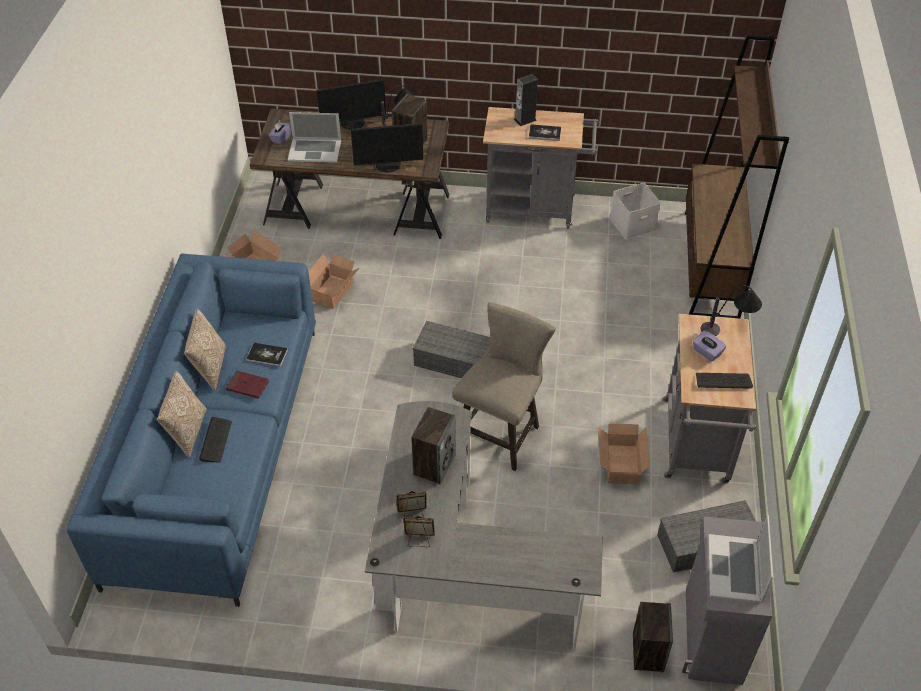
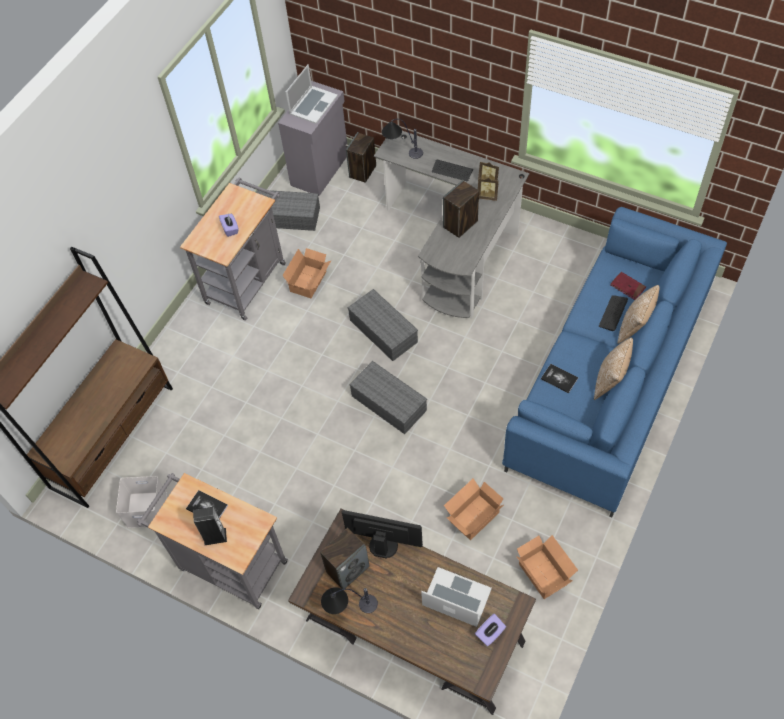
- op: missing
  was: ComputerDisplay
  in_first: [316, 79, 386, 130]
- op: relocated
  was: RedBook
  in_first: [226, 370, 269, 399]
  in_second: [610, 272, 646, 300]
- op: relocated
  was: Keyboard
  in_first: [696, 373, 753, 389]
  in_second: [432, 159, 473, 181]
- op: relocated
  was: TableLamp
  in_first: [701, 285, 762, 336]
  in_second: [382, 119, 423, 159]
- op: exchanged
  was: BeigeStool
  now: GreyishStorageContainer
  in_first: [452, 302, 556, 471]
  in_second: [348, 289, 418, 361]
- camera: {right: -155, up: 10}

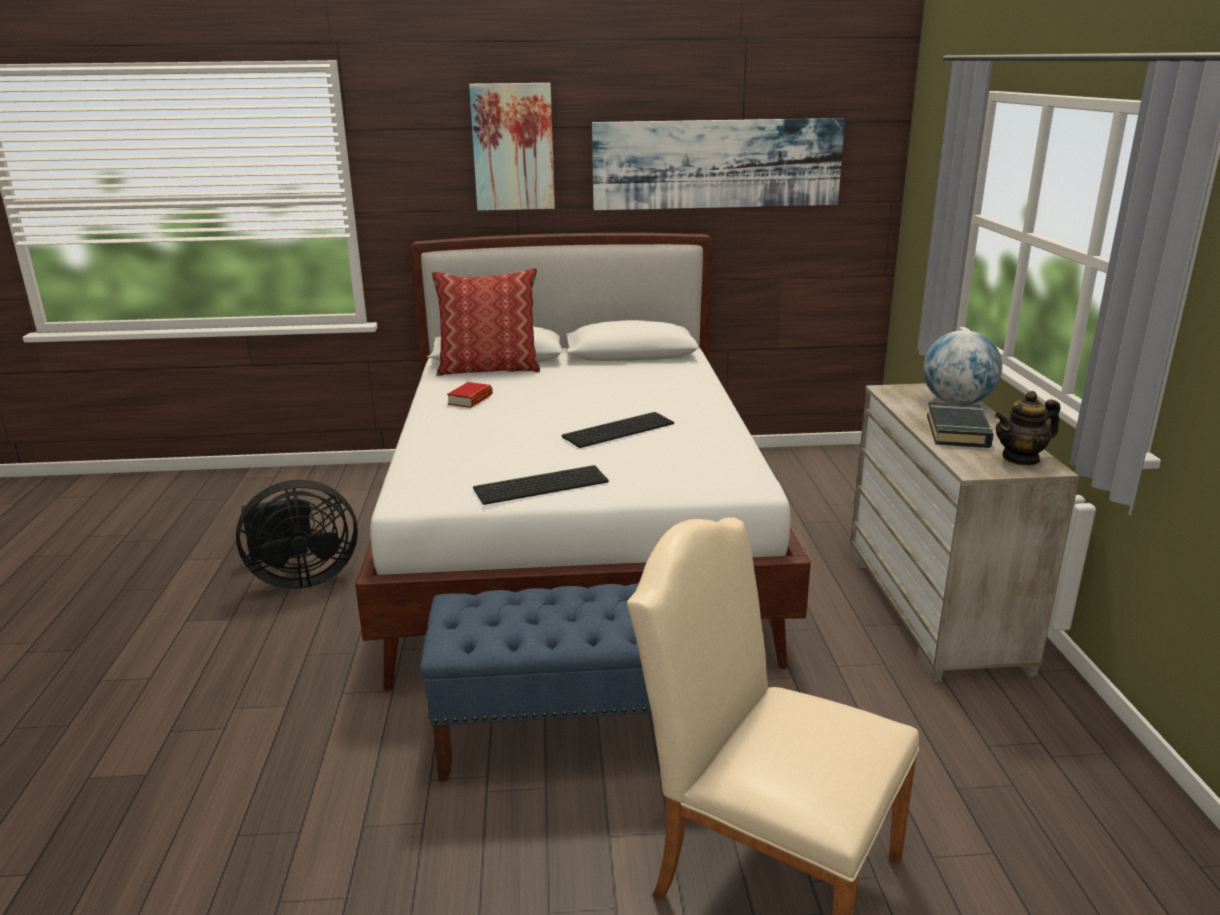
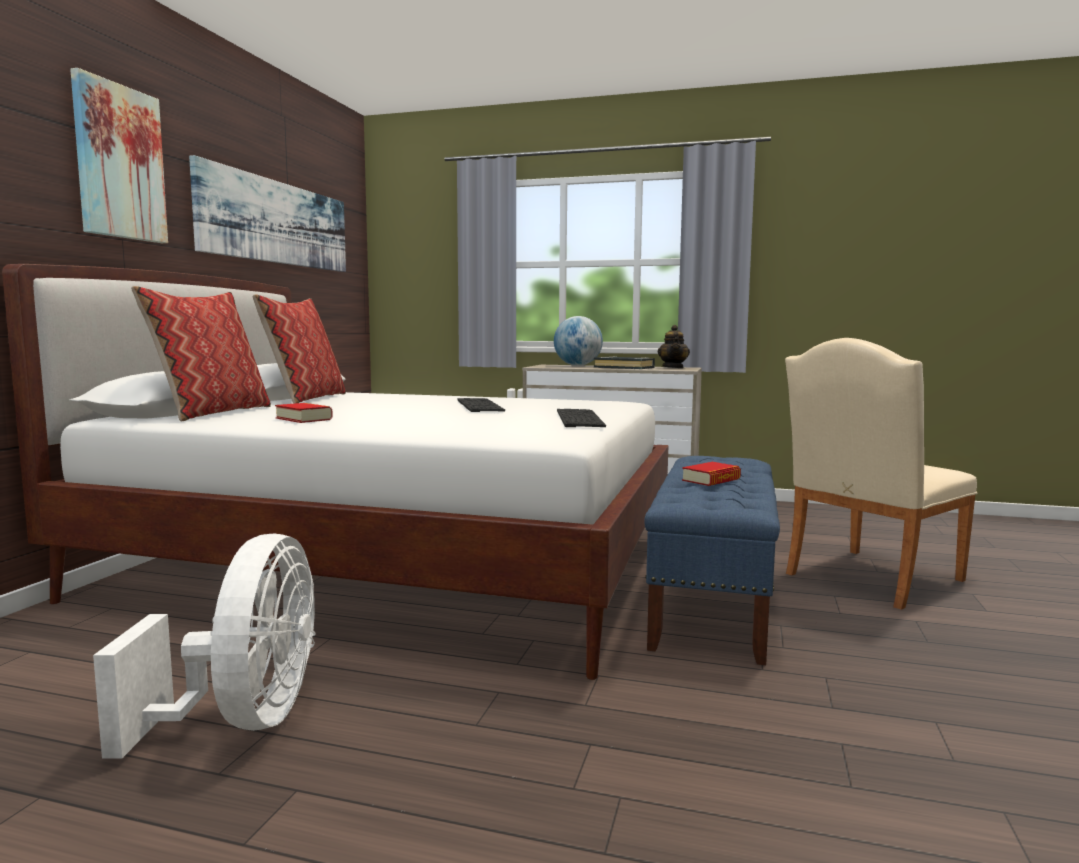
- op: appeared
  now: ThrowPillow
  in_second: [253, 295, 346, 404]
- op: appeared
  now: Book
  in_second: [682, 462, 741, 486]
- op: colour
  was: BlackElectricFan
  now: WhiteColouredElectricFan
  in_first: [236, 480, 358, 589]
  in_second: [93, 534, 316, 759]
- camera: {right: -70, up: -15}

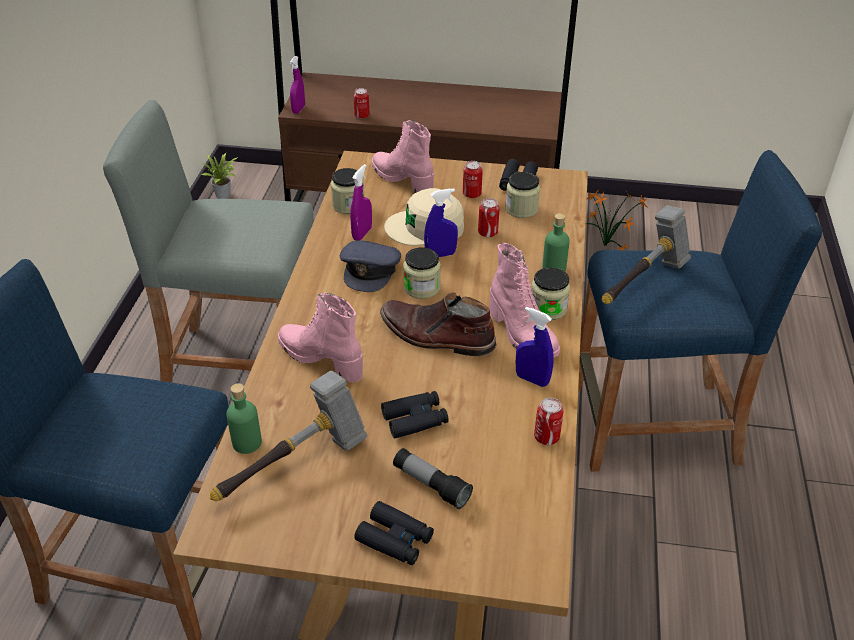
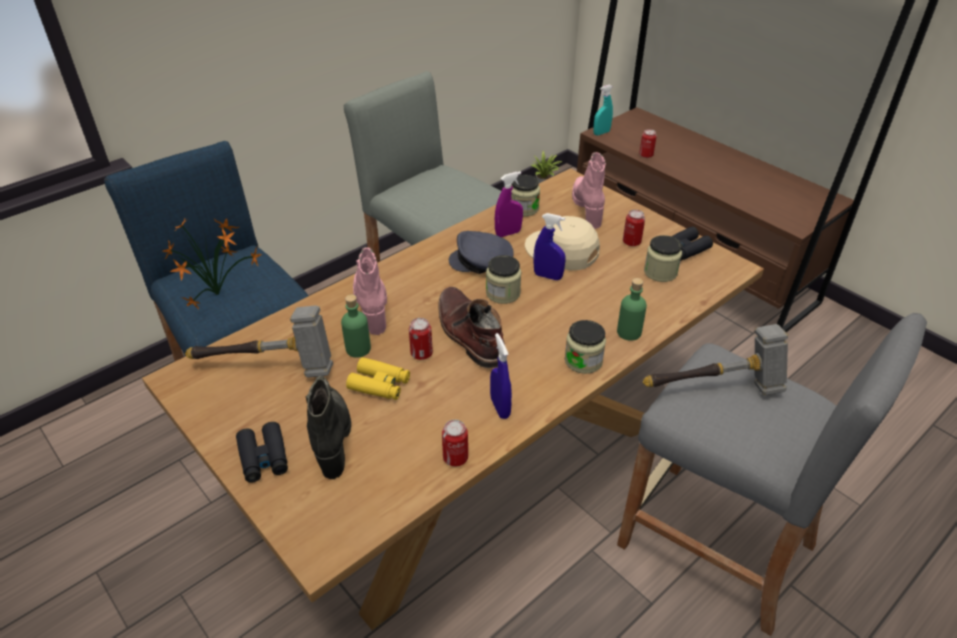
- op: missing
  was: PinkHighTopBoot
  in_first: [490, 243, 560, 357]
- op: relocated
  was: GreenDrinkBottle
  in_first: [226, 383, 262, 454]
  in_second: [341, 294, 371, 358]
- op: relocated
  was: MetalCan
  in_first: [478, 198, 500, 237]
  in_second: [409, 318, 433, 360]
- op: relocated
  was: PlantInAPot
  in_first: [586, 189, 647, 250]
  in_second: [163, 218, 262, 310]
- op: exchanged
  was: HandTorch
  now: BlackHighTopBoot
  in_first: [393, 448, 473, 509]
  in_second: [306, 376, 351, 479]
- op: colour
  was: PurpleColouredSprayer
  now: TurquoiseColouredSprayer
  in_first: [289, 56, 305, 114]
  in_second: [593, 85, 613, 135]
- op: colour
  was: BlackBinoculars
  now: YellowishBinoculars
  in_first: [381, 391, 449, 438]
  in_second: [346, 357, 410, 400]
- op: colour
  was: BluishStool
  now: GreyishStool
  in_first: [578, 150, 823, 472]
  in_second: [617, 313, 927, 636]
- op: spun
  was: GreyishCap
  in_first: [340, 240, 401, 292]
  in_second: [449, 231, 514, 274]
  clockwise: 45
- camera: {right: 40, up: 0}

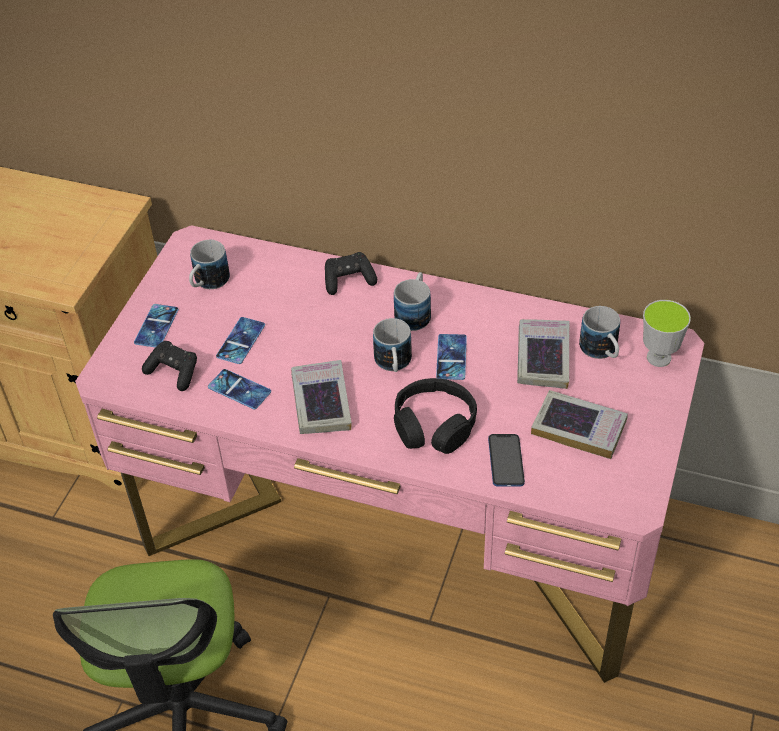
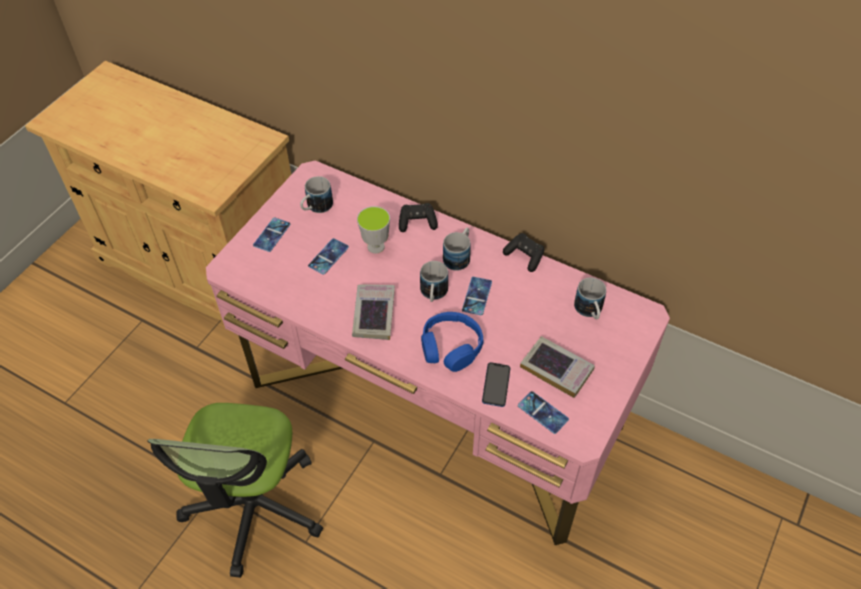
- op: missing
  was: Book
  in_first: [517, 319, 570, 389]
- op: relocated
  was: BlackJoypad
  in_first: [142, 341, 197, 391]
  in_second: [503, 233, 544, 272]
- op: relocated
  was: Handset
  in_first: [208, 369, 271, 409]
  in_second: [518, 391, 569, 434]
- op: relocated
  was: DrinkingCup
  in_first: [643, 300, 691, 367]
  in_second: [357, 206, 390, 254]
- op: colour
  was: BlackHeadset
  now: BluishHeadset
  in_first: [394, 378, 477, 454]
  in_second: [421, 312, 483, 372]
- camera: {right: 10, up: 5}

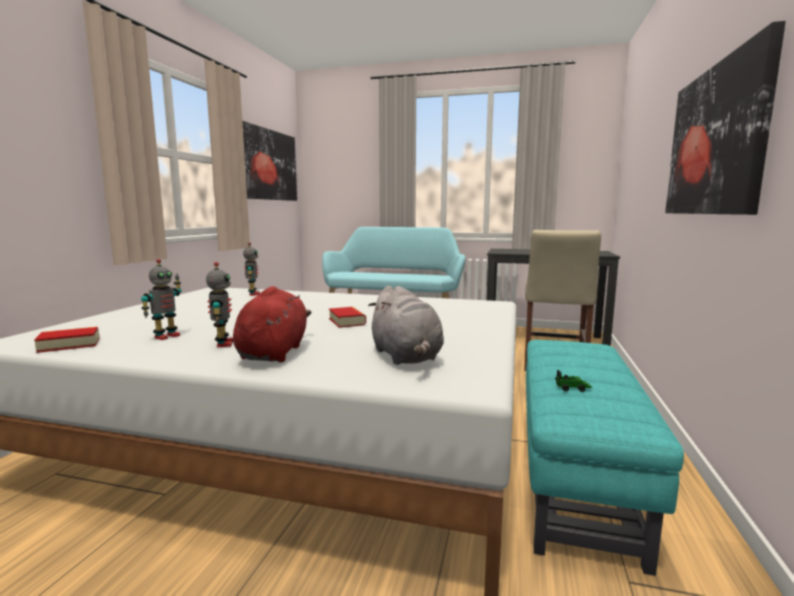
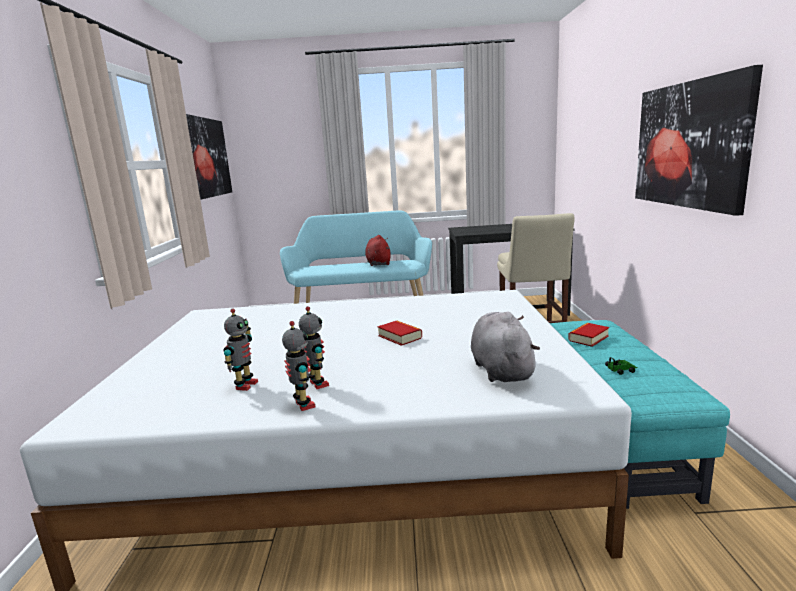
- op: relocated
  was: Book
  in_first: [34, 327, 99, 353]
  in_second: [568, 323, 609, 347]
- op: relocated
  was: RedSoftToy
  in_first: [233, 286, 311, 362]
  in_second: [365, 235, 391, 266]
- op: relocated
  was: ToyRobot
  in_first: [243, 242, 259, 296]
  in_second: [282, 321, 315, 411]
- op: spun
  was: GreyishSoftToy
  in_first: [368, 286, 444, 365]
  in_second: [471, 312, 540, 382]
  clockwise: -150
- camera: {right: -15, up: 5}

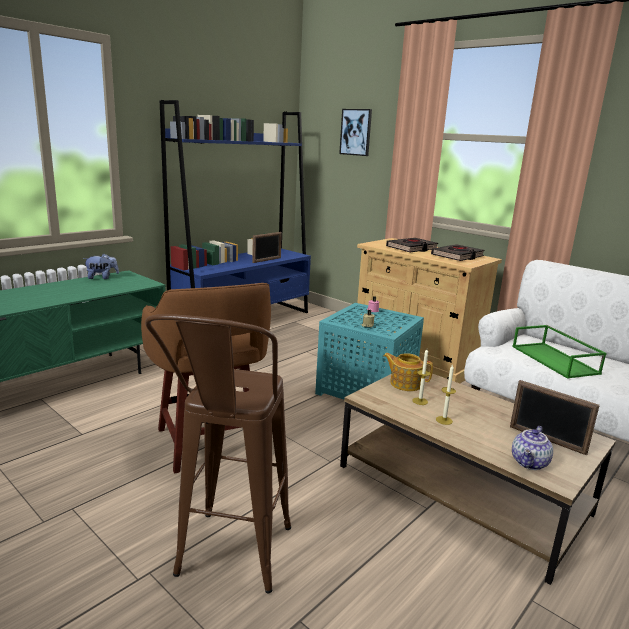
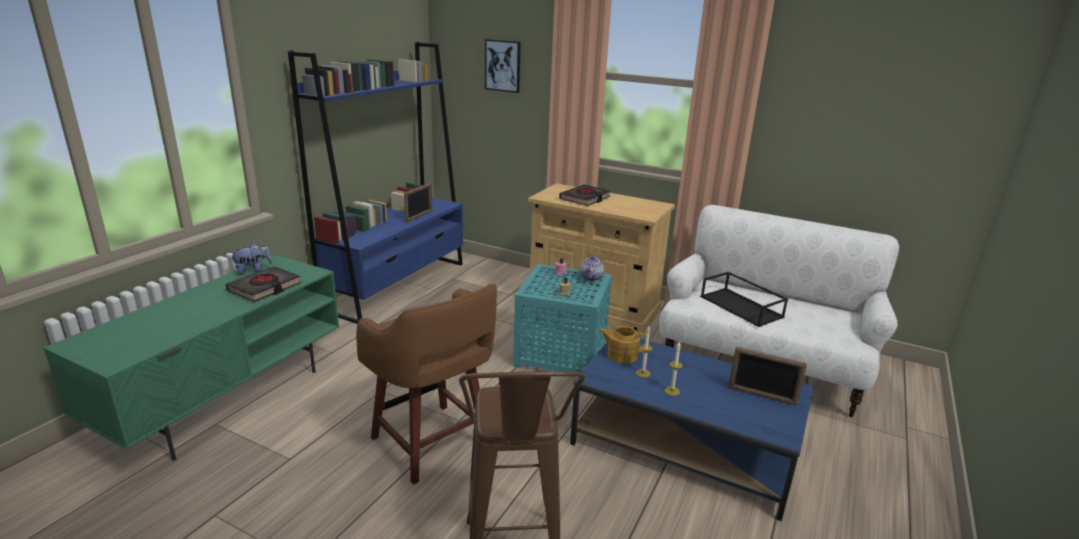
- op: relocated
  was: BlackBook
  in_first: [431, 244, 484, 261]
  in_second: [226, 266, 301, 302]
- op: relocated
  was: Teapot
  in_first: [512, 426, 553, 470]
  in_second: [580, 255, 604, 281]
- op: colour
  was: BrownColouredLowTable
  now: BluishLowTable
  in_first: [340, 373, 616, 585]
  in_second: [570, 339, 814, 521]
- op: colour
  was: GreenServingTray
  now: BlackServingTray
  in_first: [512, 325, 607, 379]
  in_second: [701, 271, 788, 327]
- camera: {right: -15, up: 5}

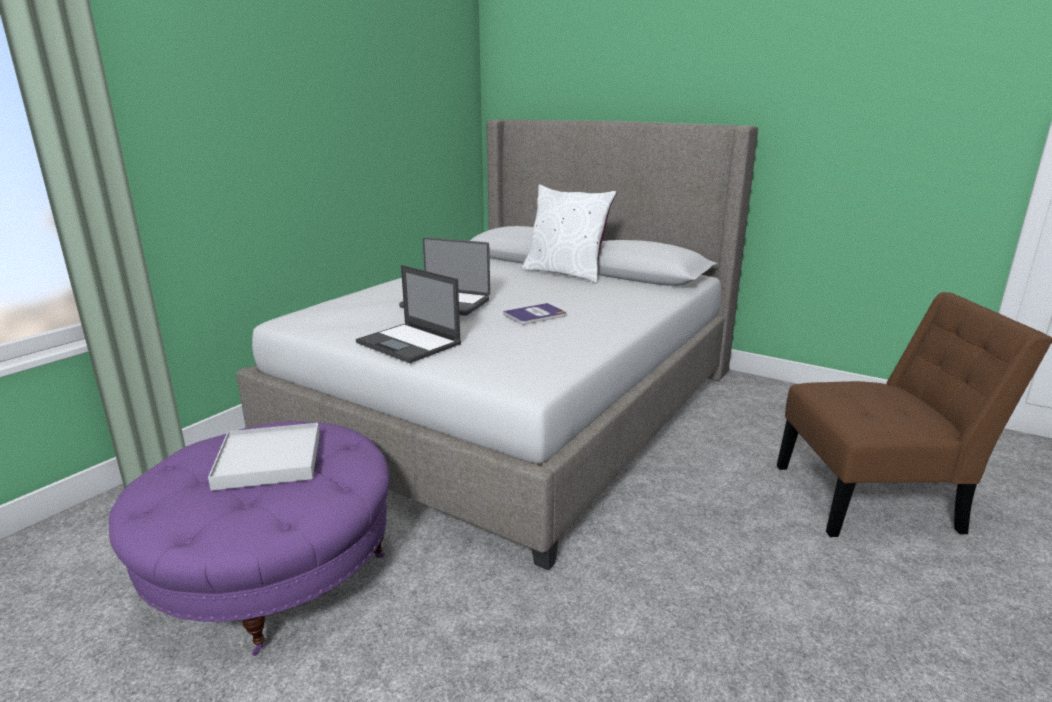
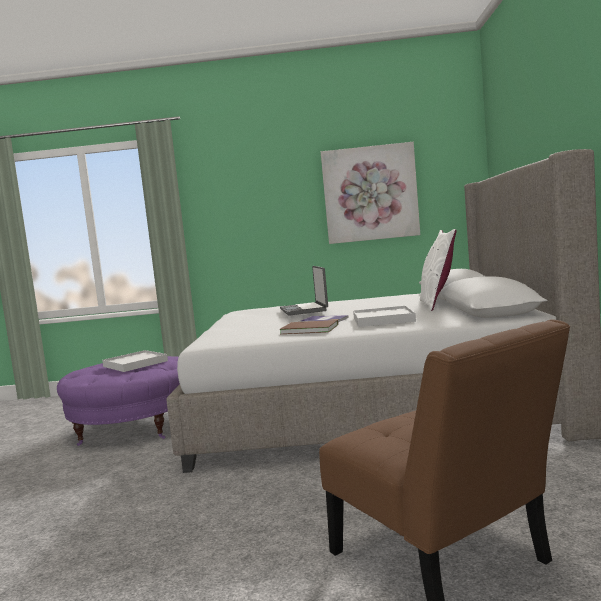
- op: missing
  was: PortableComputer
  in_first: [356, 265, 461, 363]
- op: appeared
  now: BrownColouredBook
  in_second: [279, 320, 338, 334]
- op: appeared
  now: Picture
  in_second: [321, 142, 420, 244]
- op: appeared
  now: WhiteColouredServingTray
  in_second: [353, 306, 416, 327]
- camera: {right: 60, up: -15}

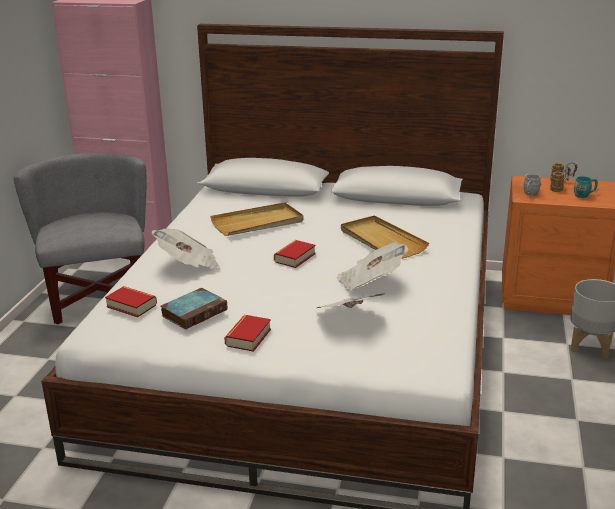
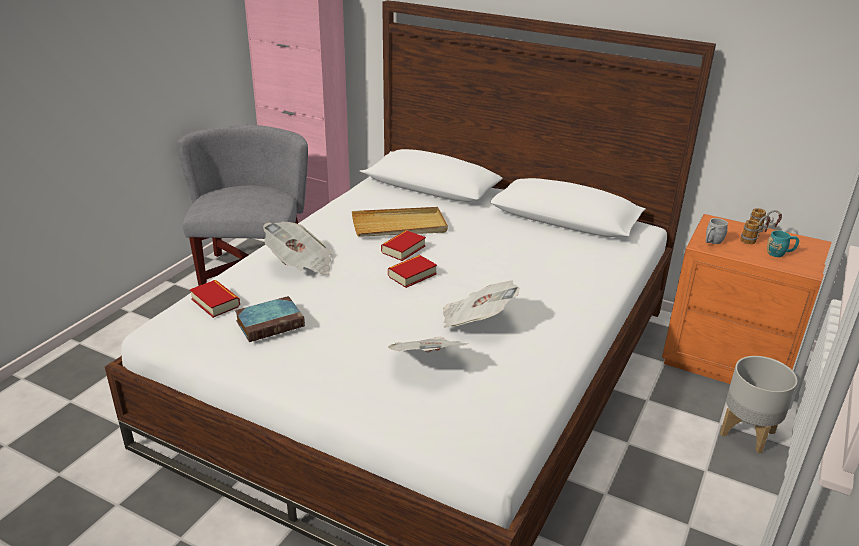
- op: missing
  was: BeigeServingTray
  in_first: [341, 215, 429, 259]
- op: relocated
  was: Book
  in_first: [224, 315, 271, 352]
  in_second: [381, 230, 426, 261]
- camera: {right: 15, up: 5}

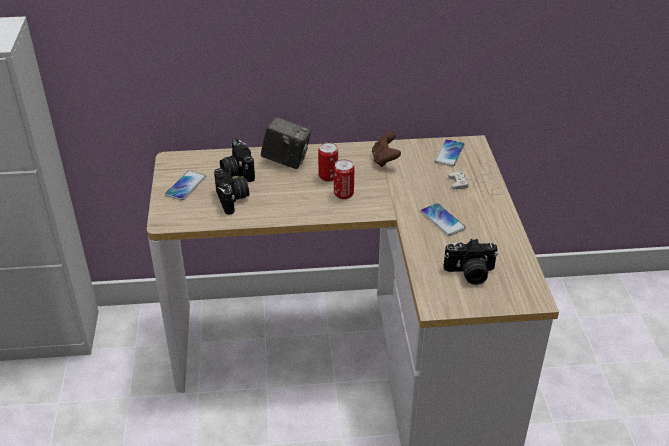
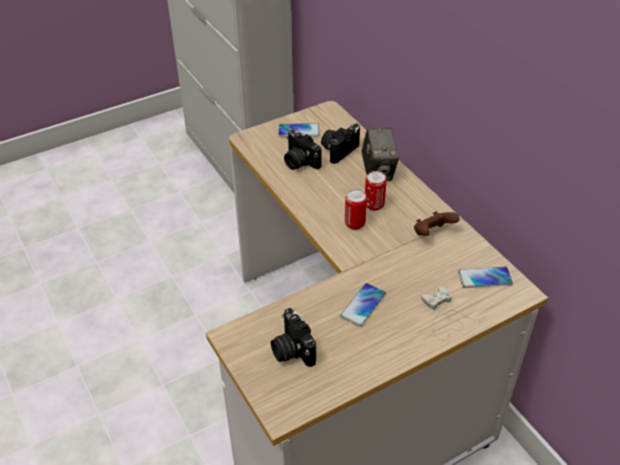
- op: spun
  was: PhotoCamera
  in_first: [214, 168, 249, 215]
  in_second: [284, 130, 322, 170]
  clockwise: 90
- camera: {right: 65, up: 5}

